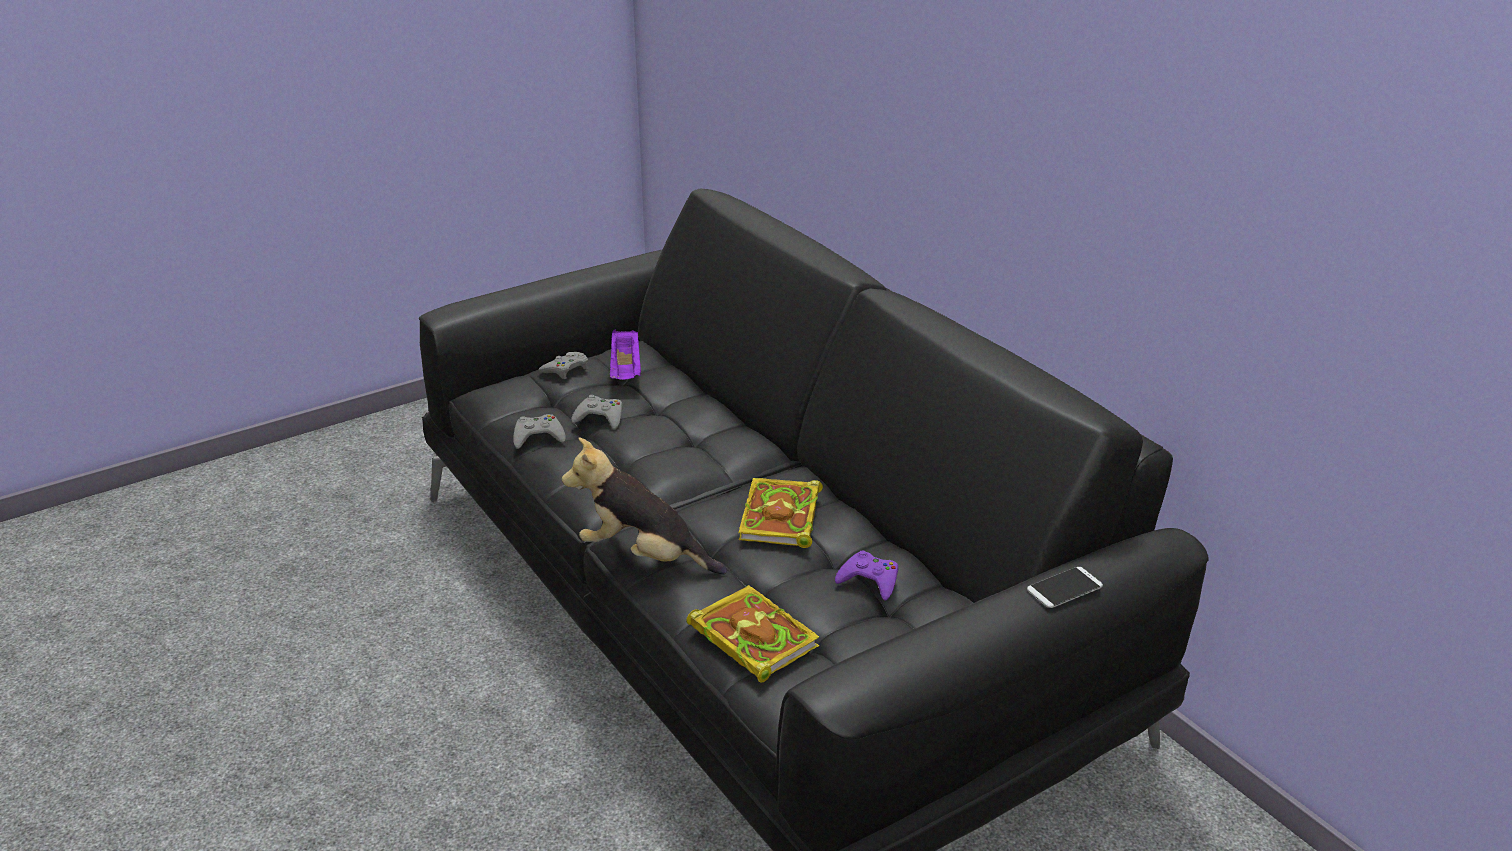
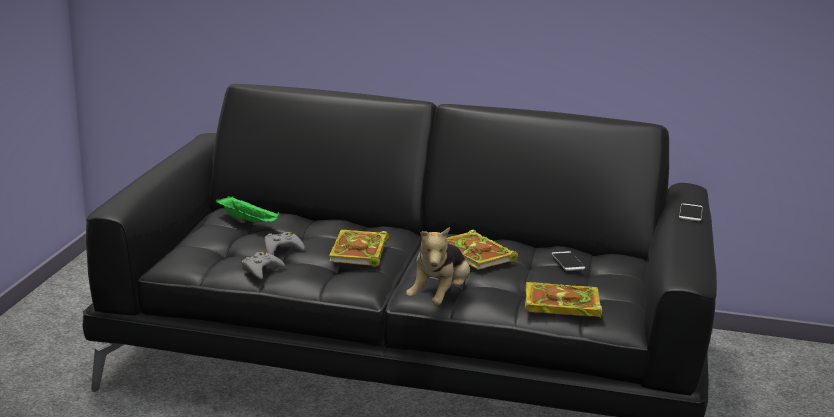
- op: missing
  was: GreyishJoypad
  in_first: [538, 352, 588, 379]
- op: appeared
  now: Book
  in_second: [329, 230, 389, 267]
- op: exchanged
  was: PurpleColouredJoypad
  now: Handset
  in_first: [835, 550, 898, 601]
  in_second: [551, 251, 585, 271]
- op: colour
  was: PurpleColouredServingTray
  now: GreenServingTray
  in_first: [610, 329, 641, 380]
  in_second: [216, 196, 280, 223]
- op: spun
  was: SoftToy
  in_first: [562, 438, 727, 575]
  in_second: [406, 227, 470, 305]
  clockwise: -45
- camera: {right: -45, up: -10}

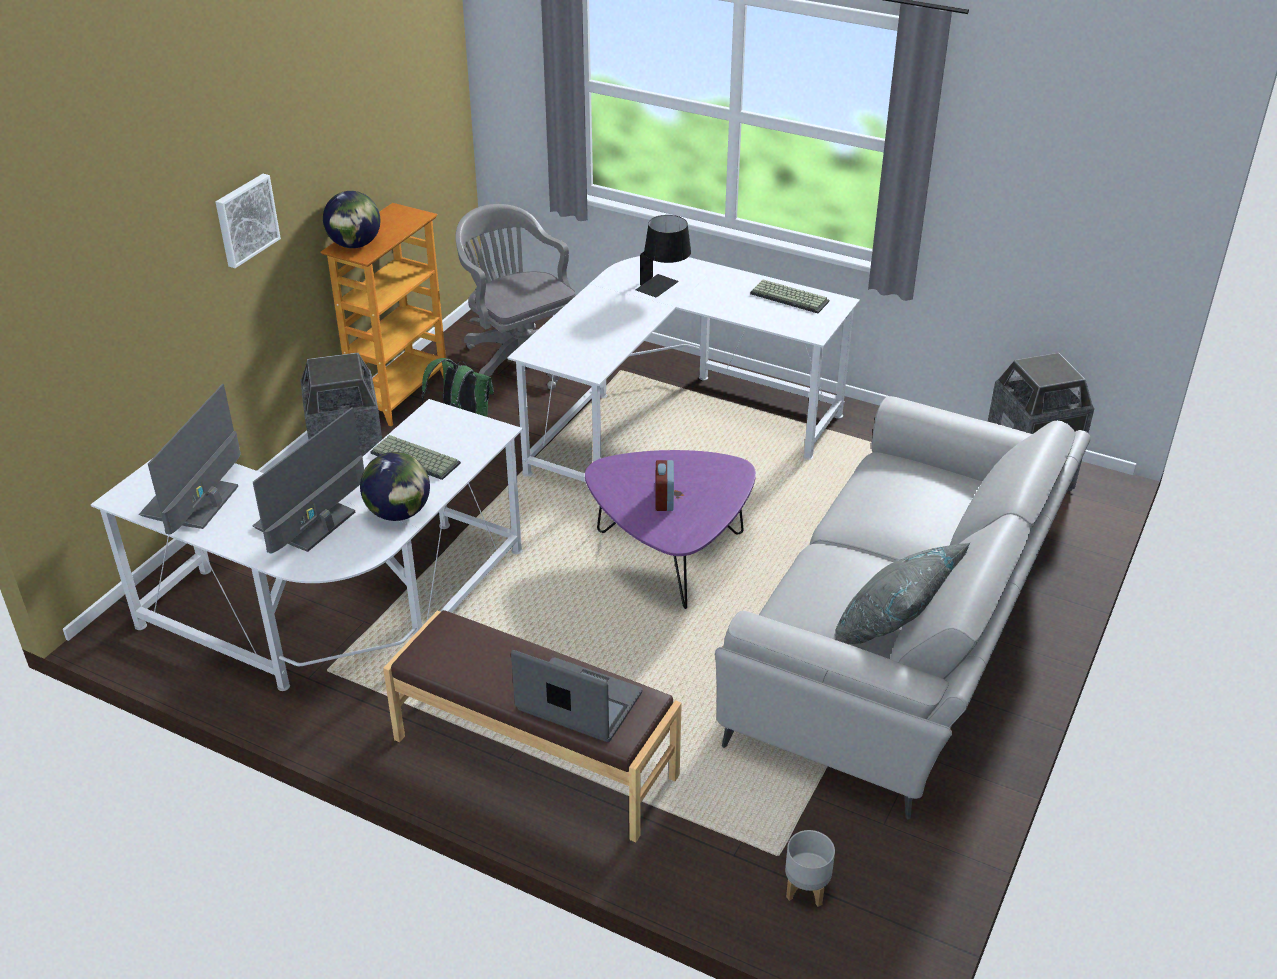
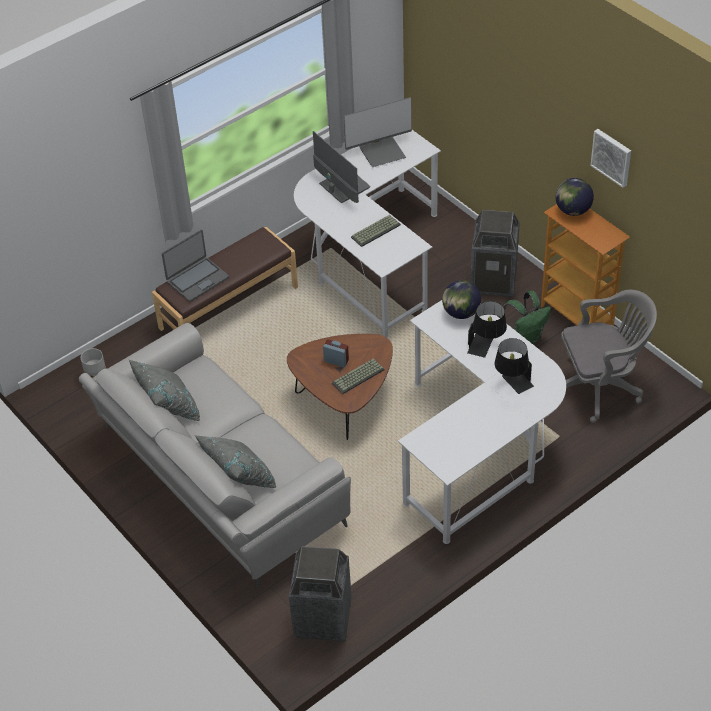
- op: appeared
  now: GreyishThrowPillow
  in_second: [195, 436, 277, 488]
- op: appeared
  now: BlackTableLamp
  in_second: [467, 301, 507, 358]
- op: relocated
  was: Picture
  in_first: [215, 174, 281, 268]
  in_second: [590, 129, 631, 188]
- op: relocated
  was: Globe
  in_first: [360, 452, 430, 521]
  in_second: [442, 280, 481, 319]
- op: relocated
  was: Keyboard
  in_first: [750, 280, 829, 313]
  in_second: [332, 358, 385, 394]
- op: colour
  was: PurpleColouredLowTable
  now: BrownColouredLowTable
  in_first: [585, 450, 756, 609]
  in_second: [287, 334, 393, 440]
- op: spun
  was: ComputerDisplay
  in_first: [139, 384, 241, 535]
  in_second: [344, 97, 412, 167]
  clockwise: 120
- camera: {right: 115, up: 10}

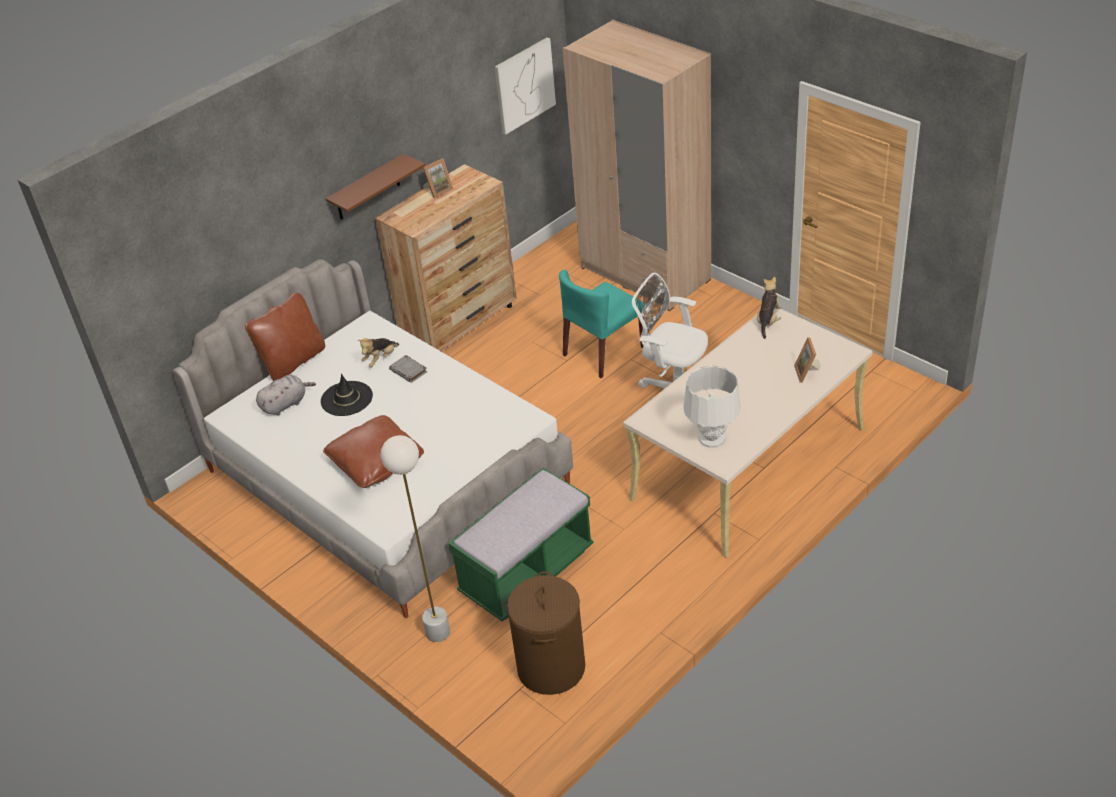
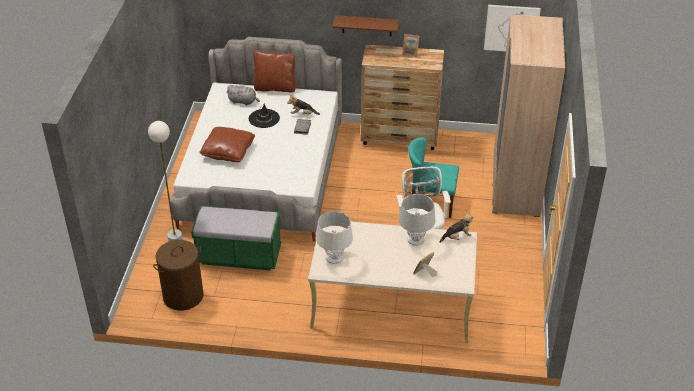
- op: appeared
  now: GreyishTableLamp
  in_second: [399, 194, 435, 246]
- camera: {right: 50, up: 0}

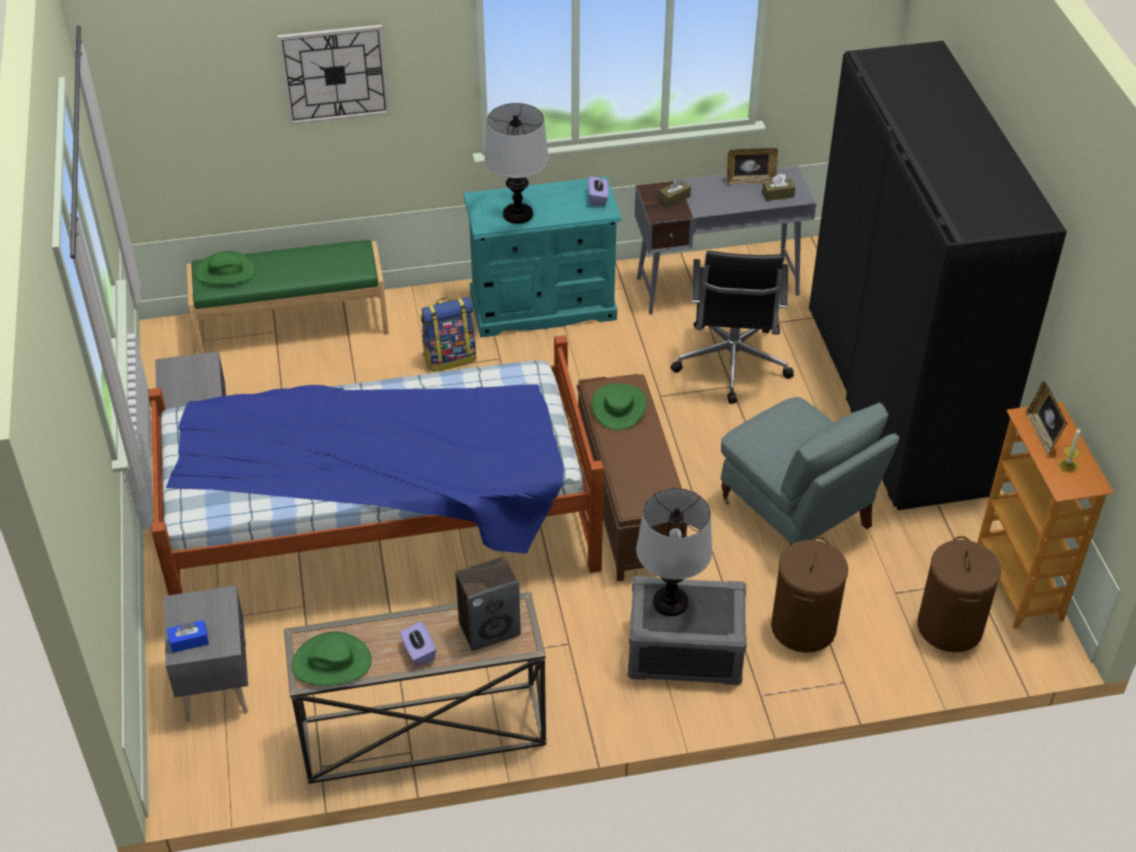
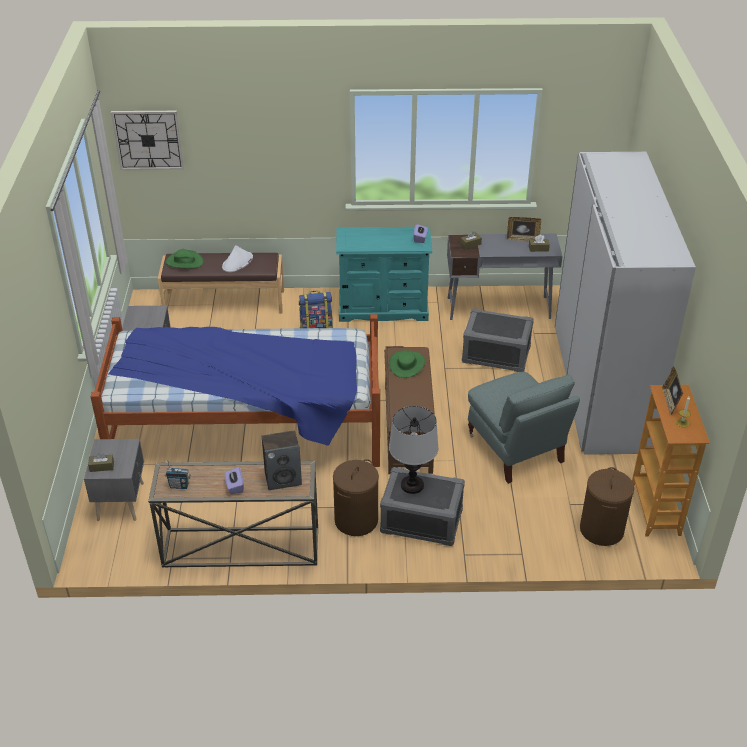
- op: missing
  was: TableLamp
  in_first: [484, 103, 549, 224]
- op: appeared
  now: WhiteColouredClothingHat
  in_second: [222, 245, 253, 272]
- op: relocated
  was: WallClock
  in_first: [277, 25, 390, 125]
  in_second: [111, 111, 184, 170]
- op: relocated
  was: BrownColouredLaundryBasket
  in_first: [771, 537, 848, 653]
  in_second: [333, 459, 379, 536]
- op: exchanged
  was: GreenClothingHat
  now: Radio
  in_first: [292, 632, 372, 686]
  in_second: [165, 460, 191, 489]
- op: exchanged
  was: BlackDeskChair
  now: GreyishStorageContainer
  in_first: [671, 251, 794, 404]
  in_second: [462, 308, 534, 372]
- op: colour
  was: BluishBoxOfTissues
  now: BrownColouredBoxOfTissues
  in_first: [167, 620, 209, 653]
  in_second: [88, 453, 114, 472]
- op: colour
  was: GreenBench
  now: BrownColouredBench
  in_first: [186, 240, 389, 354]
  in_second: [158, 253, 284, 314]
- op: colour
  was: BlackArmoire
  now: WhiteColouredArmoire
  in_first: [809, 41, 1067, 510]
  in_second: [555, 152, 696, 455]
- camera: {right: 10, up: -5}

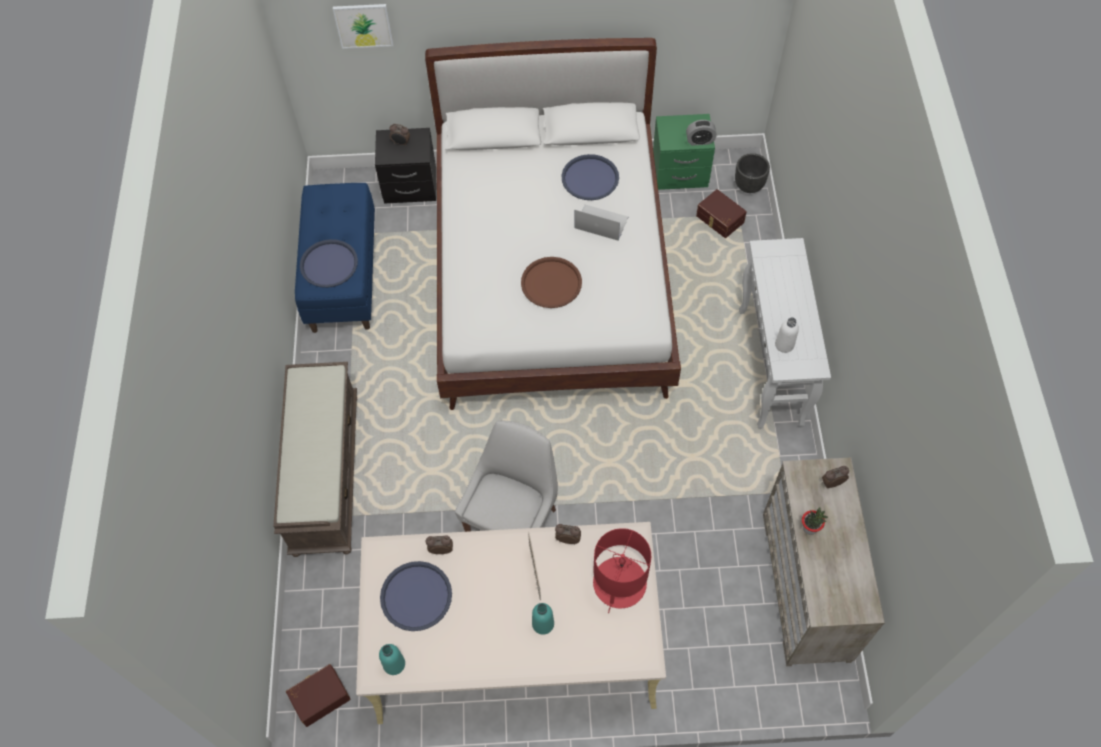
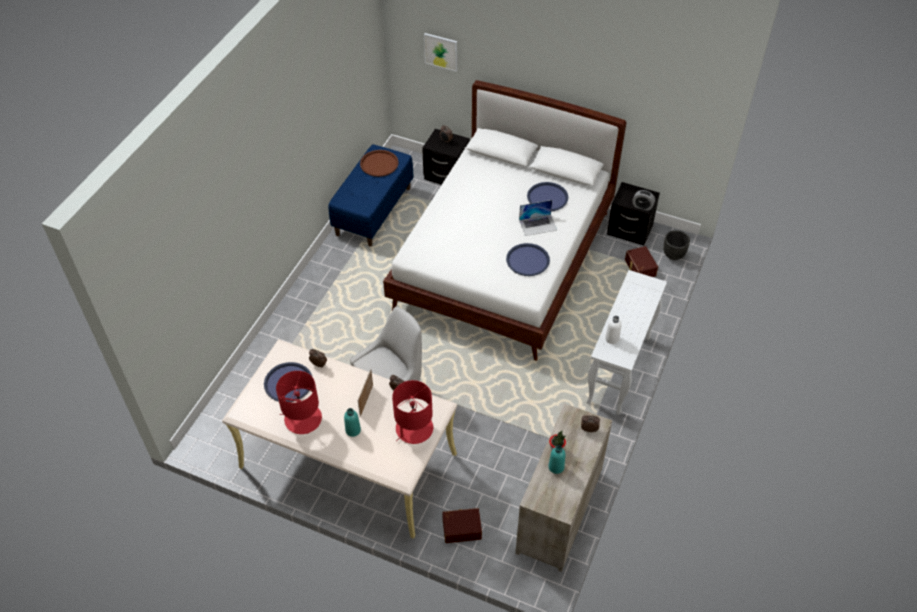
- op: missing
  was: BrownColouredBench
  in_first: [273, 362, 357, 557]
- op: appeared
  now: RedTableLamp
  in_second: [276, 371, 322, 434]
- op: relocated
  was: BrownColouredStorageContainer
  in_first: [286, 664, 351, 727]
  in_second: [442, 508, 482, 543]
- op: relocated
  was: BluishServingTray
  in_first: [300, 239, 358, 288]
  in_second: [506, 243, 550, 276]
- op: relocated
  was: TurquoiseColouredDrinkBottle
  in_first: [379, 644, 405, 675]
  in_second: [548, 445, 565, 474]
- op: relocated
  was: BrownColouredServingTray
  in_first: [521, 257, 582, 308]
  in_second: [360, 150, 399, 177]
- op: colour
  was: GreenNightTable
  now: BlackNightTable
  in_first: [653, 114, 715, 190]
  in_second: [607, 182, 660, 245]
- op: spun
  was: PortableComputer
  in_first: [574, 205, 628, 241]
  in_second: [519, 200, 557, 236]
  clockwise: 120
- camera: {right: 25, up: -10}

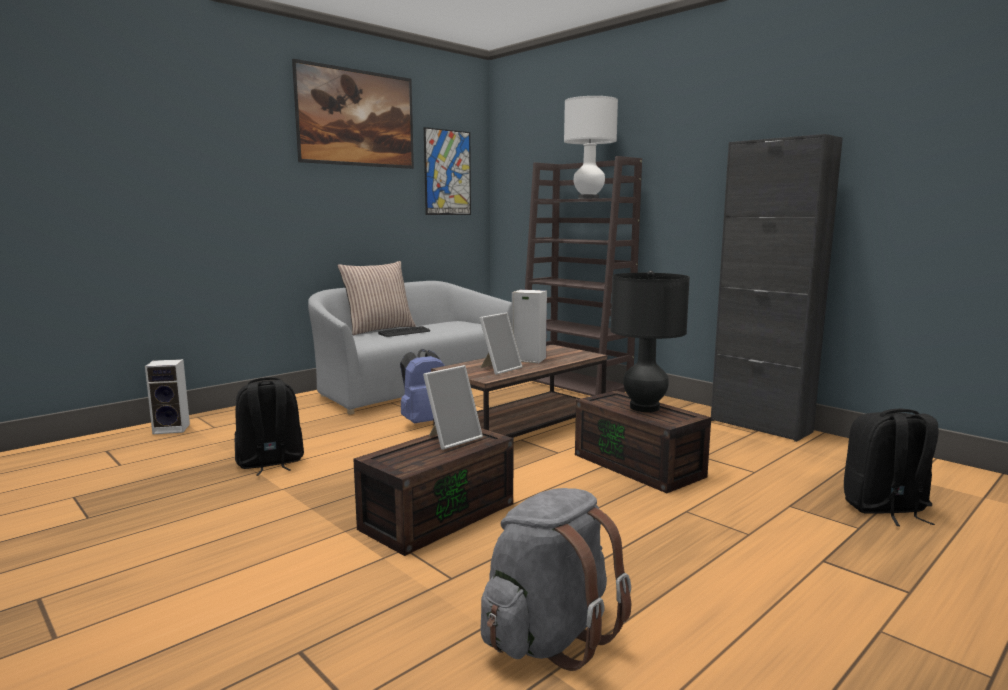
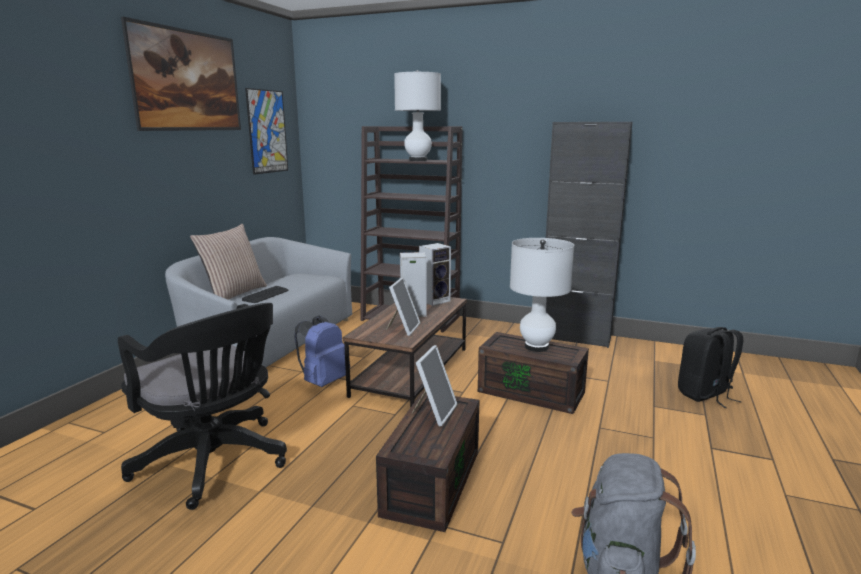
- op: relocated
  was: Loudspeaker
  in_first: [145, 359, 190, 435]
  in_second: [419, 243, 451, 306]
- op: exchanged
  was: BlackBackpack
  now: BlackDeskChair
  in_first: [235, 377, 304, 476]
  in_second: [118, 303, 287, 510]
- op: colour
  was: BlackTableLamp
  now: WhiteColouredTableLamp
  in_first: [610, 270, 690, 412]
  in_second: [510, 238, 574, 352]
- camera: {right: -25, up: 5}

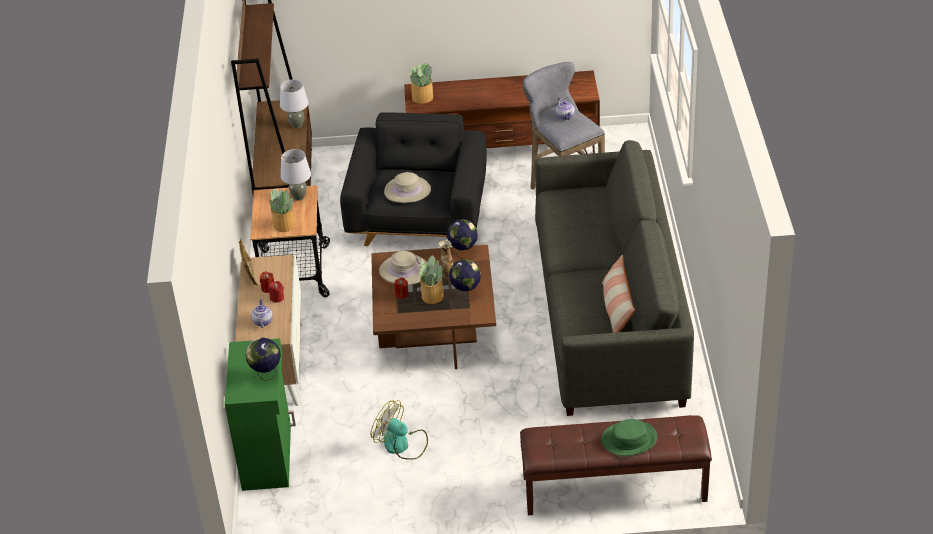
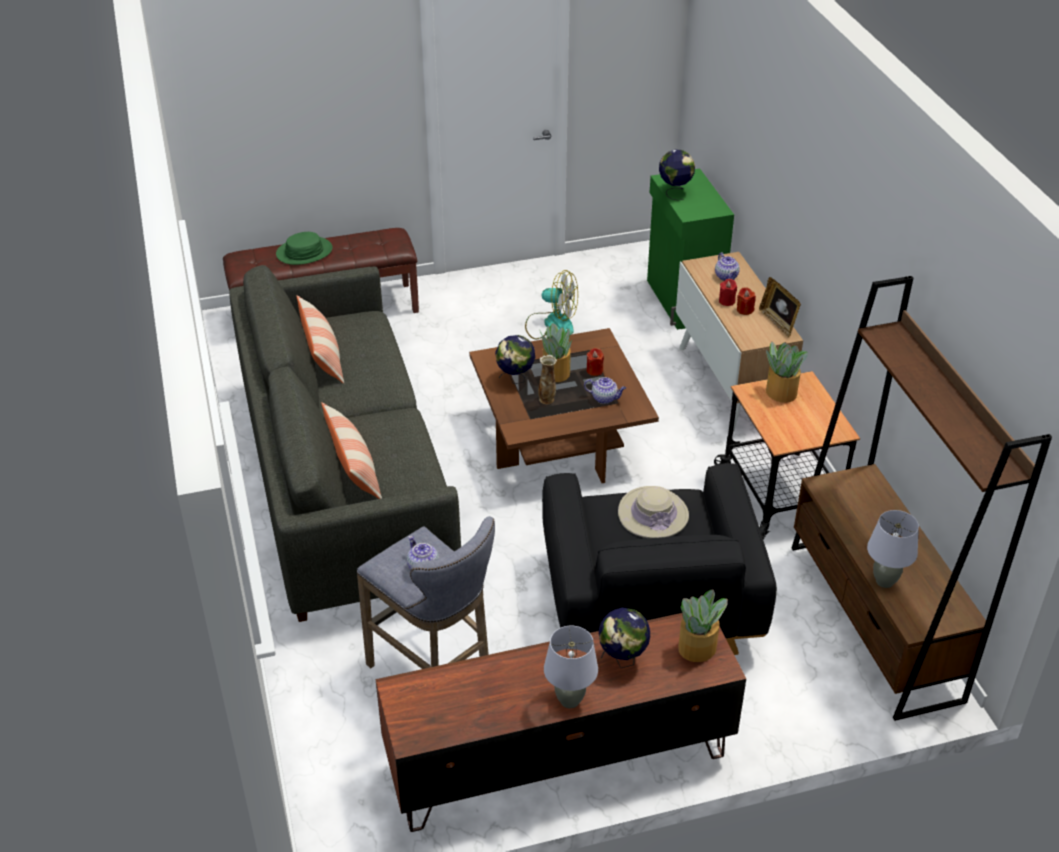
- op: appeared
  now: ThrowPillow
  in_second: [321, 402, 382, 499]
- op: relocated
  was: GreyishTableLamp
  in_first: [281, 149, 311, 201]
  in_second: [544, 626, 598, 709]
- op: relocated
  was: Globe
  in_first: [447, 220, 478, 260]
  in_second: [599, 608, 650, 668]
- op: exchanged
  was: BeigeClothingHat
  now: Teapot
  in_first: [379, 251, 427, 285]
  in_second: [584, 377, 626, 404]
- camera: {right: 165, up: 0}

